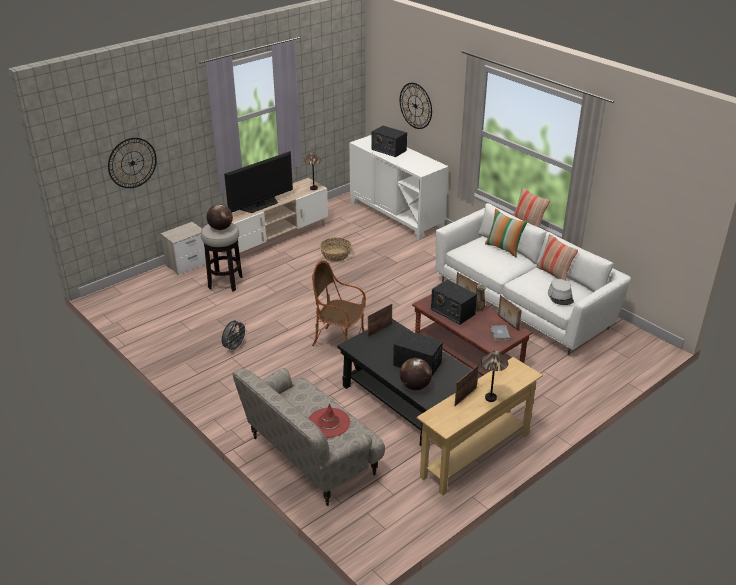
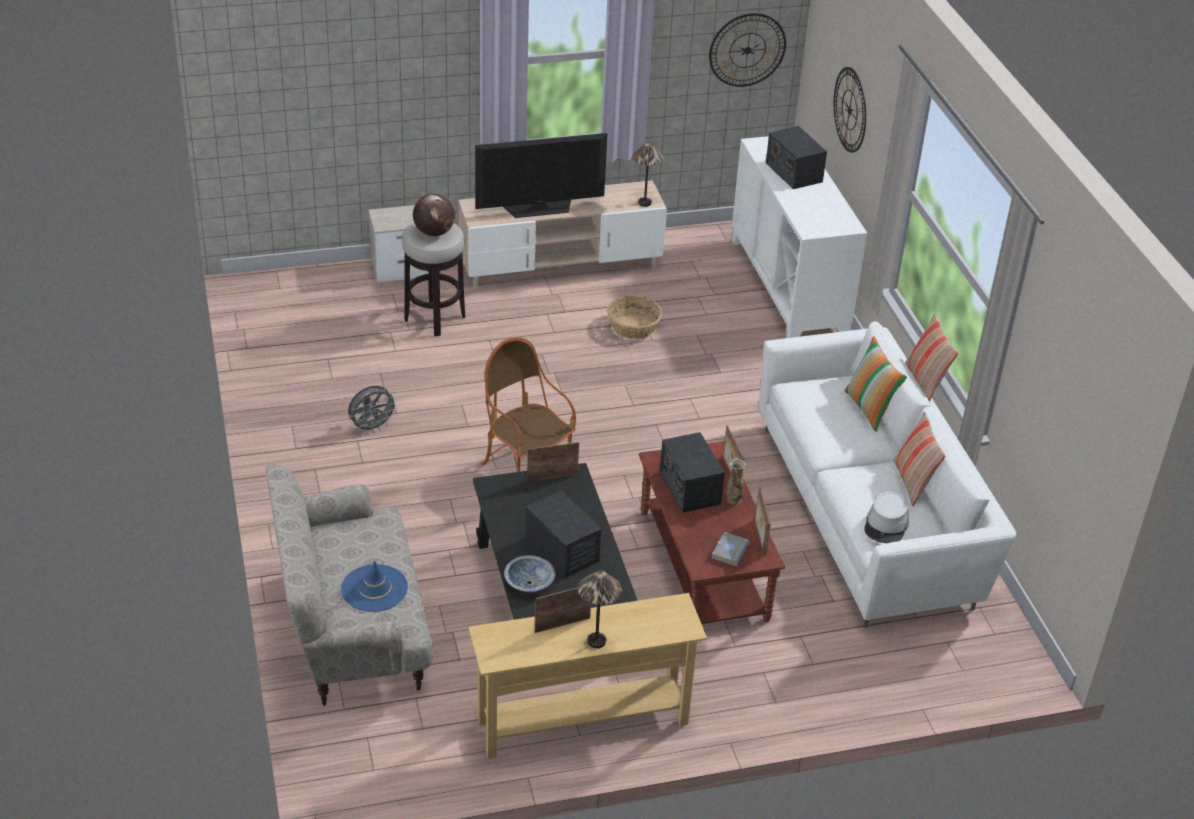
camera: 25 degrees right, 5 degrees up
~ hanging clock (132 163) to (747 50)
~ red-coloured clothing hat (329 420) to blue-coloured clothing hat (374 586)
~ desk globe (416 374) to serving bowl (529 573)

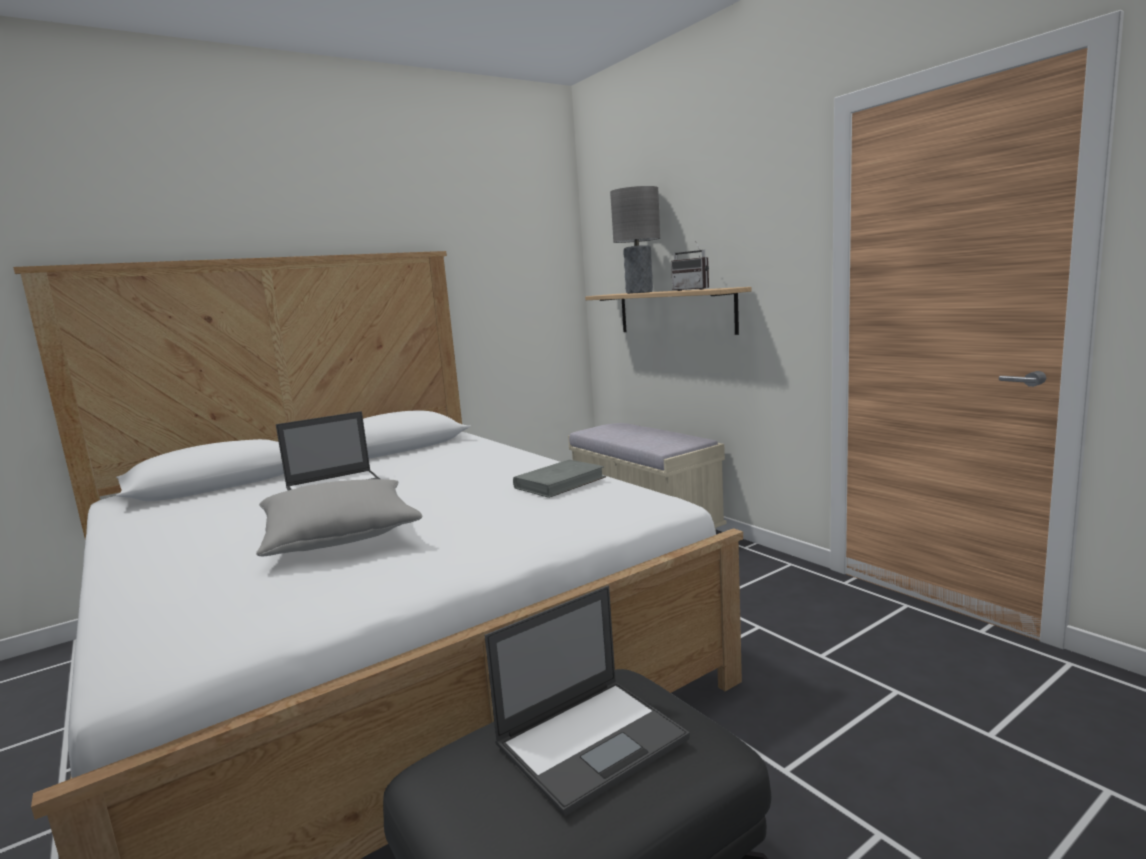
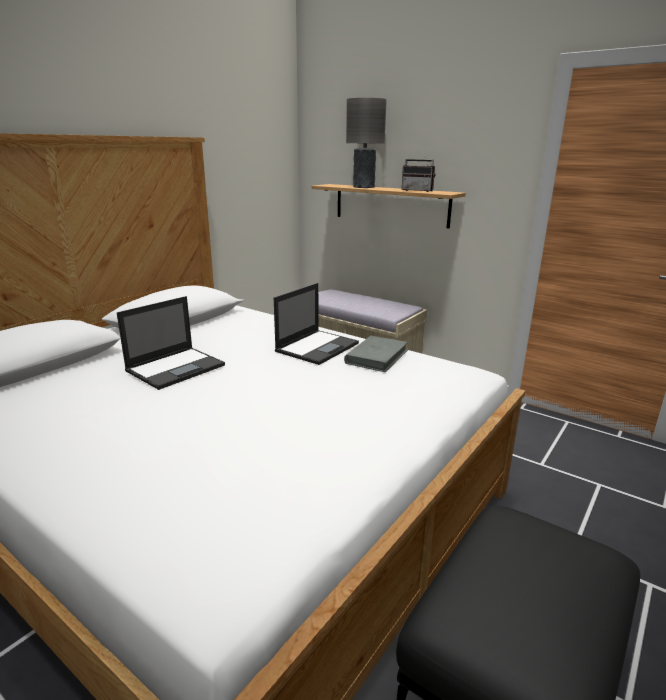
camera: 20 degrees left, 10 degrees up
- greyish throw pillow (339 517)
~ portable computer (587 701) to (316 324)

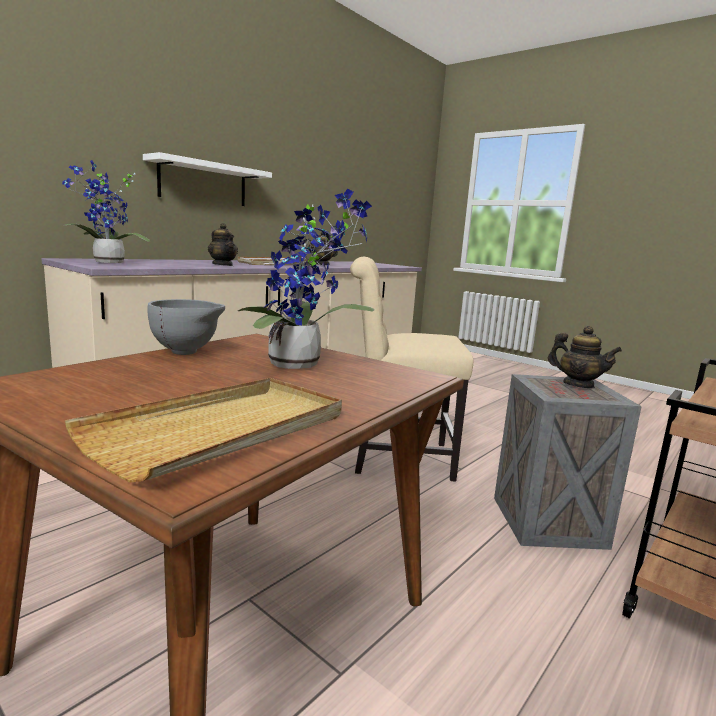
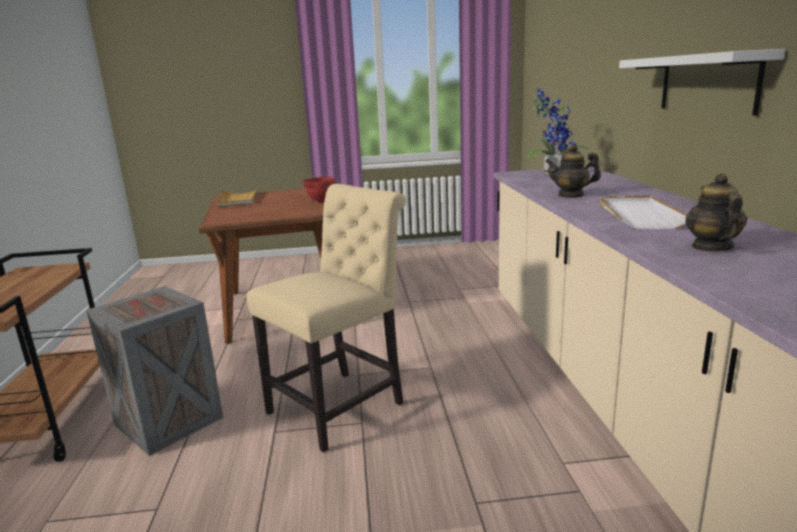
camera: 135 degrees right, 5 degrees up
~ greyish serving bowl (186 327) to red-coloured serving bowl (318 190)
- plant in a pot (306 279)
- teapot (585 357)

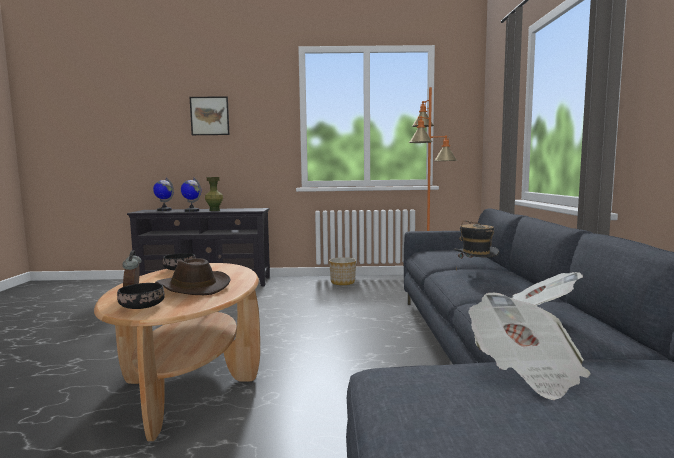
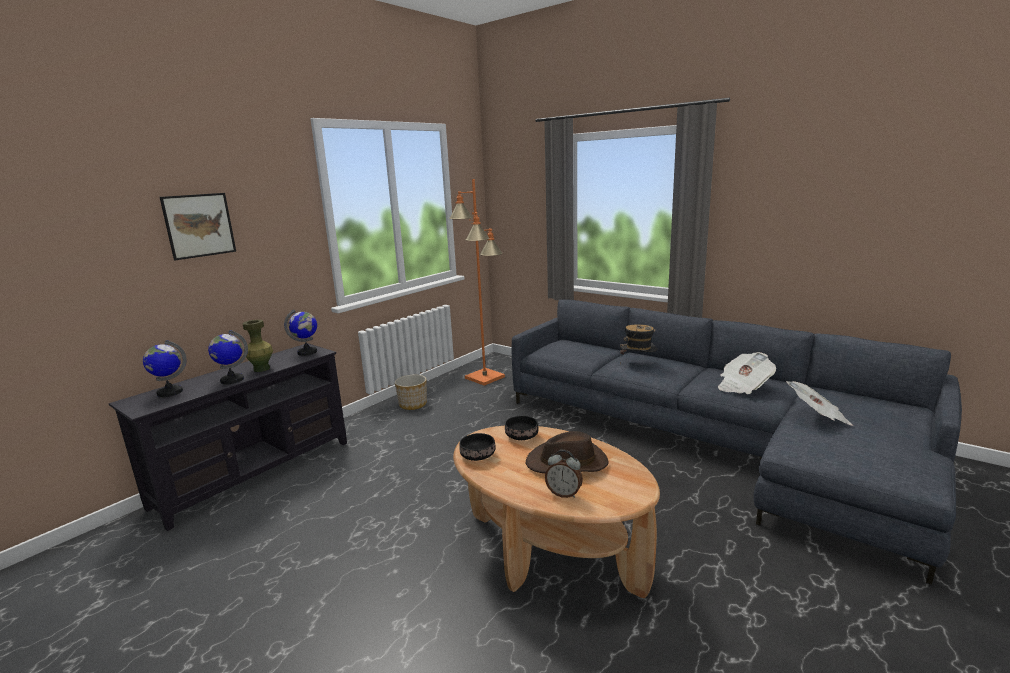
camera: 50 degrees left, 10 degrees up
~ black serving bowl (141 296) to (522 428)
+ desk globe (300 332)

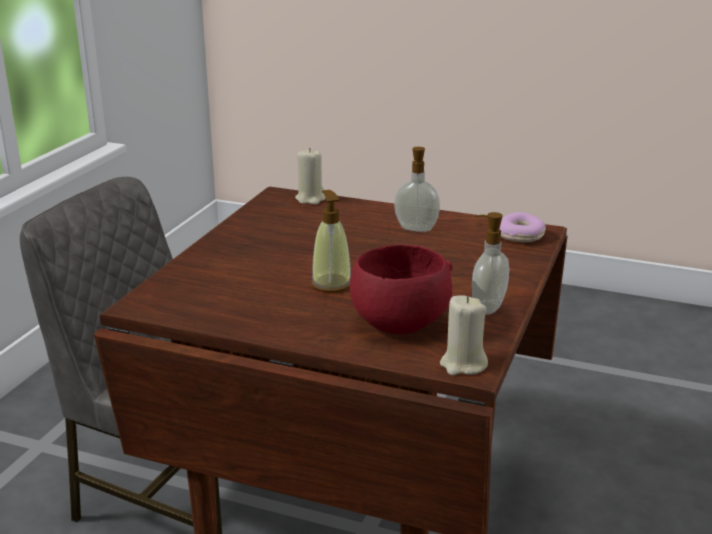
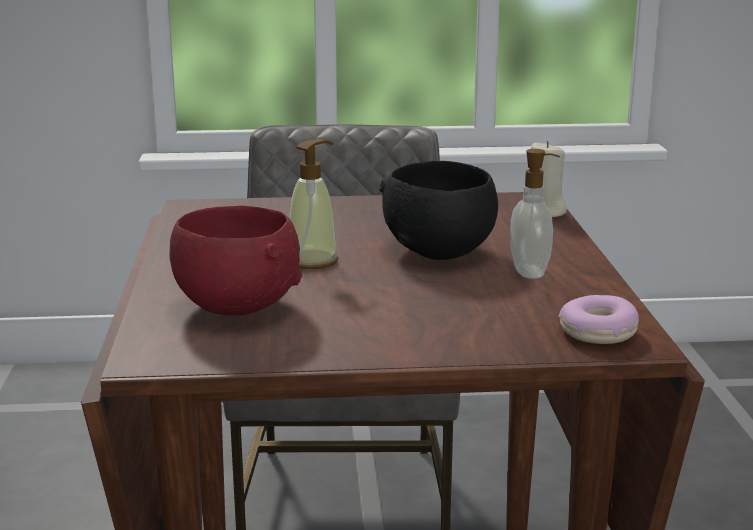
camera: 65 degrees right, 5 degrees down
- beige-coloured candle (464 335)
- soap dispenser (490 263)
+ black serving bowl (438 210)

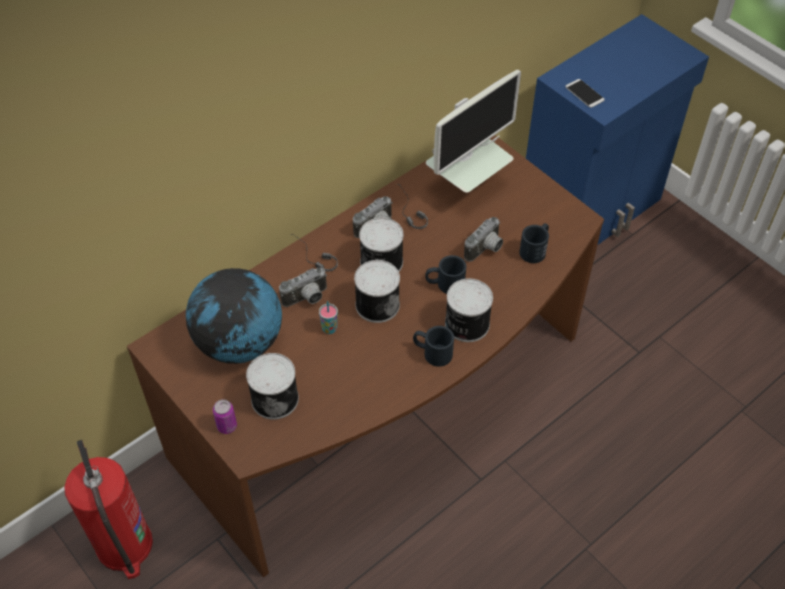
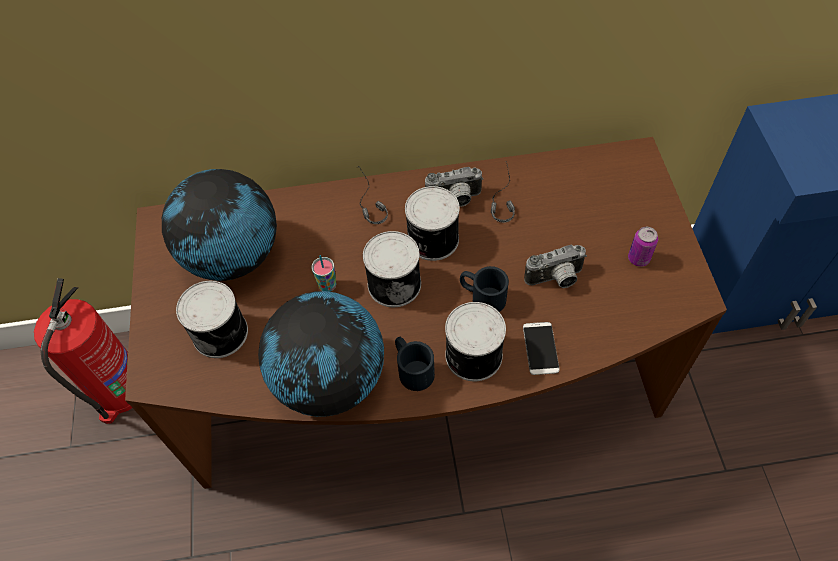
camera: 35 degrees right, 5 degrees up
~ can (225 416) to (643 247)
- photo camera (303 287)
- computer screen (473 131)
- black tea mug (534 243)
~ handset (585 93) to (541 348)
+ desk globe (321 354)

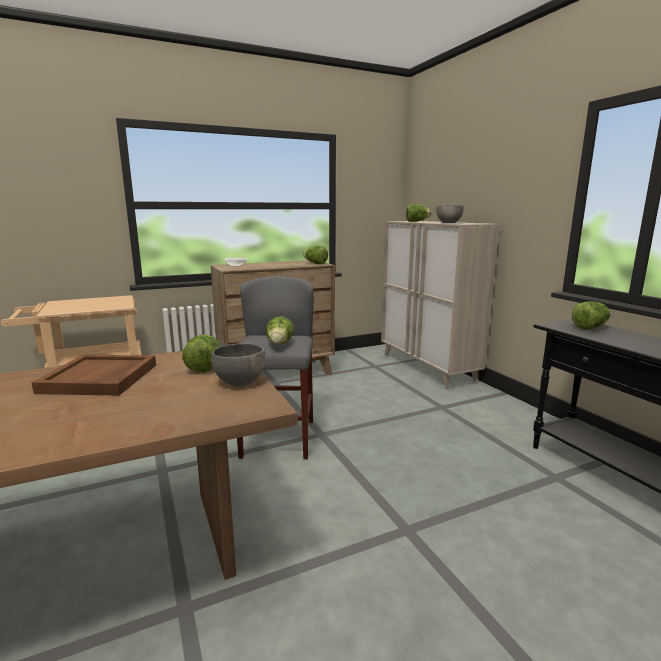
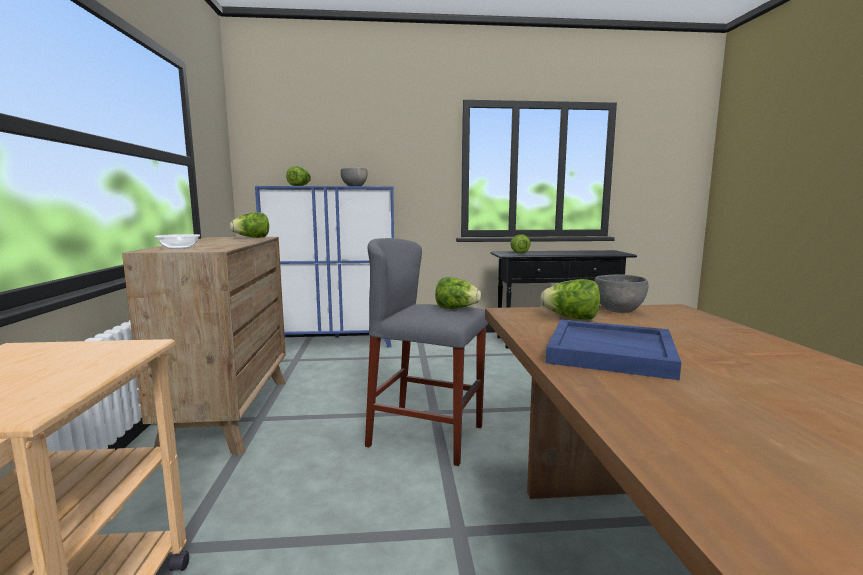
camera: 70 degrees left, 5 degrees down
~ brown tray (94 375) to blue-coloured tray (613 350)
~ beige-coloured cabinet (440 305) to blue-coloured cabinet (324 266)

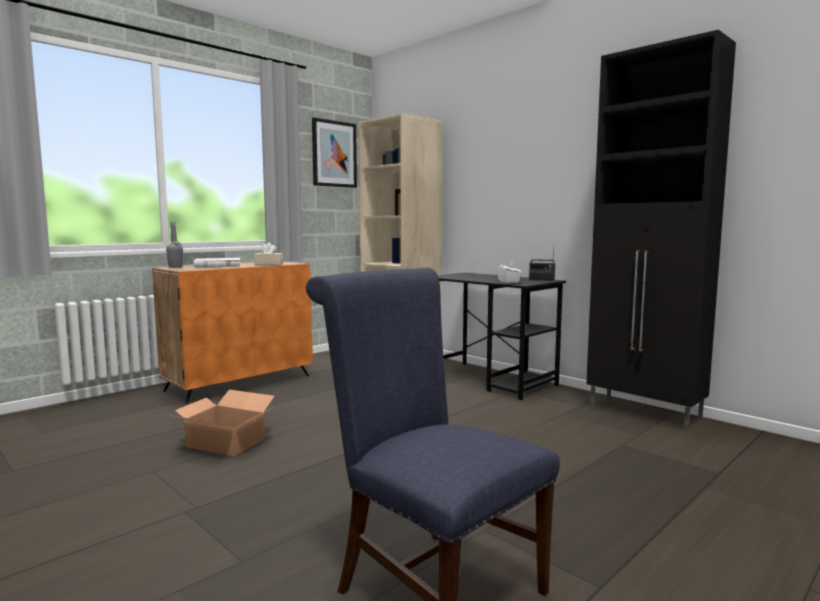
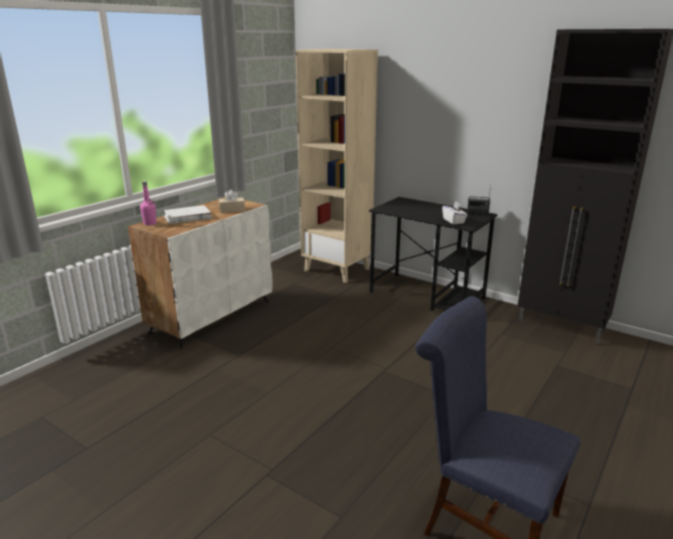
camera: 10 degrees left, 15 degrees up
~ orange cabinet (232 333) to white-coloured cabinet (200 273)
~ greyish bottle (174 245) to pink bottle (148 203)
- carton (221 422)
- picture (334 152)

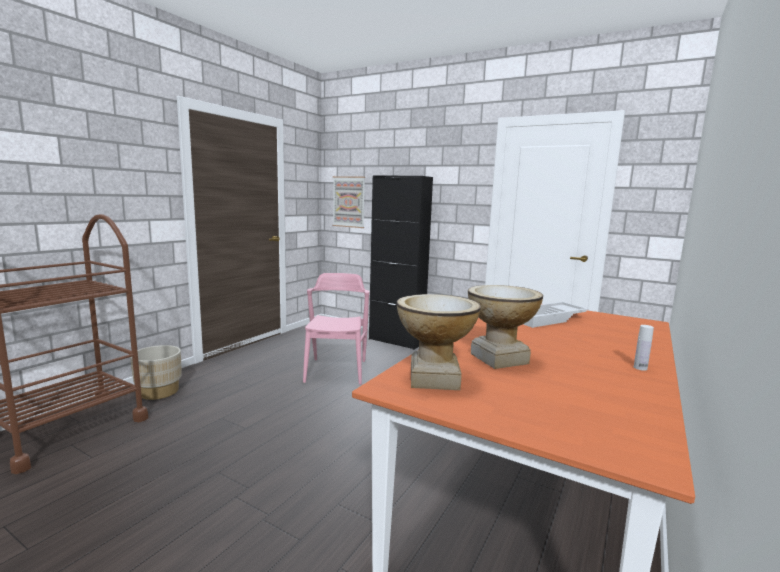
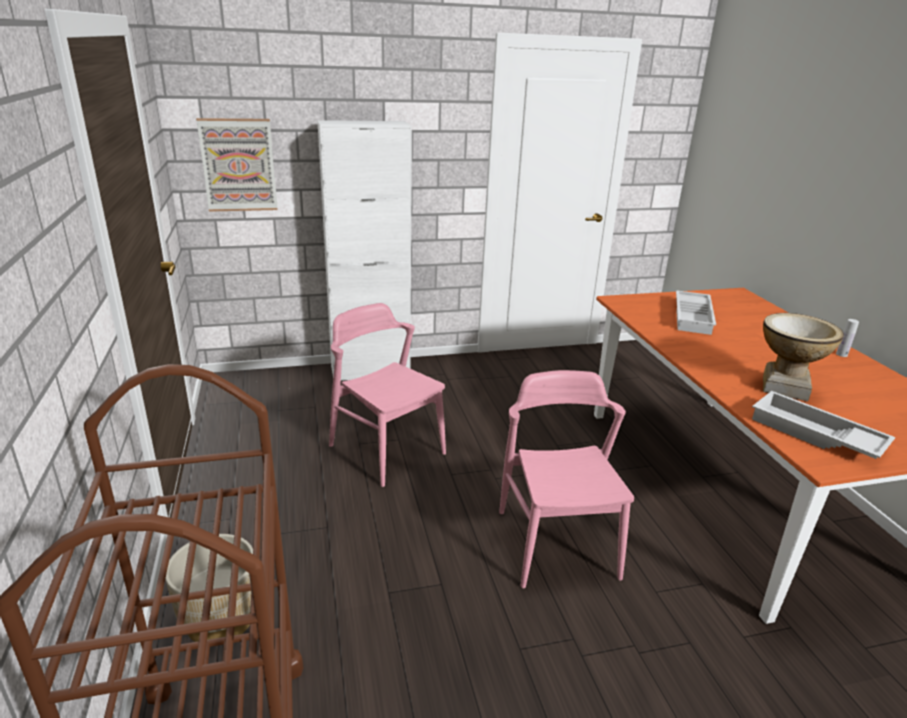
camera: 45 degrees left, 15 degrees up
~ black cabinet (401 262) to white-coloured cabinet (364 250)
~ vase (439 342) to white-coloured tray (823 425)
+ pink upright chair (566 479)

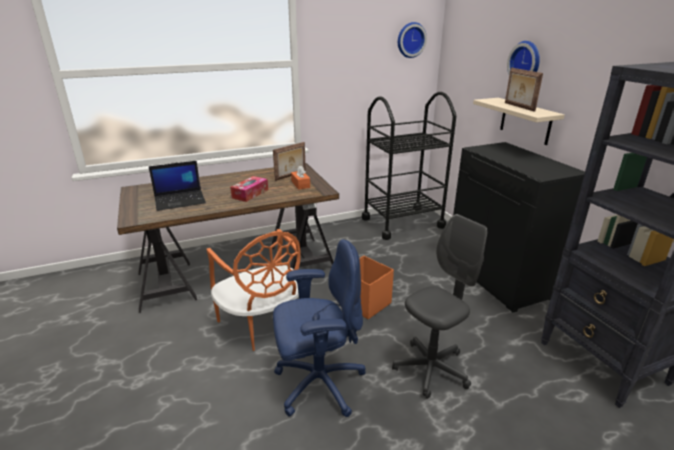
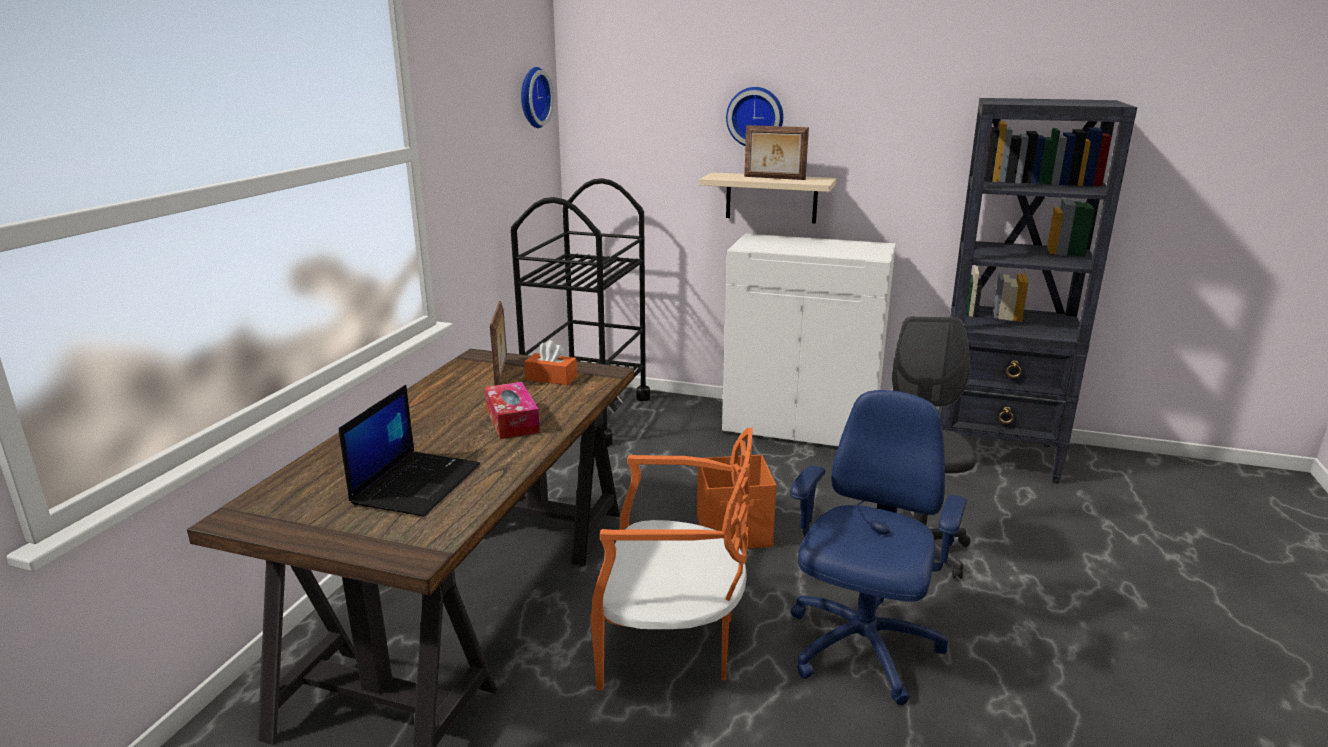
camera: 50 degrees left, 5 degrees down
~ black cabinet (519 227) to white-coloured cabinet (809 339)

